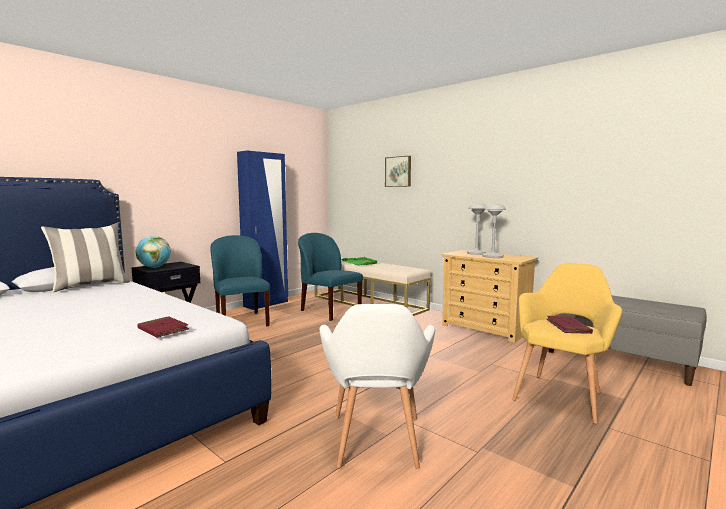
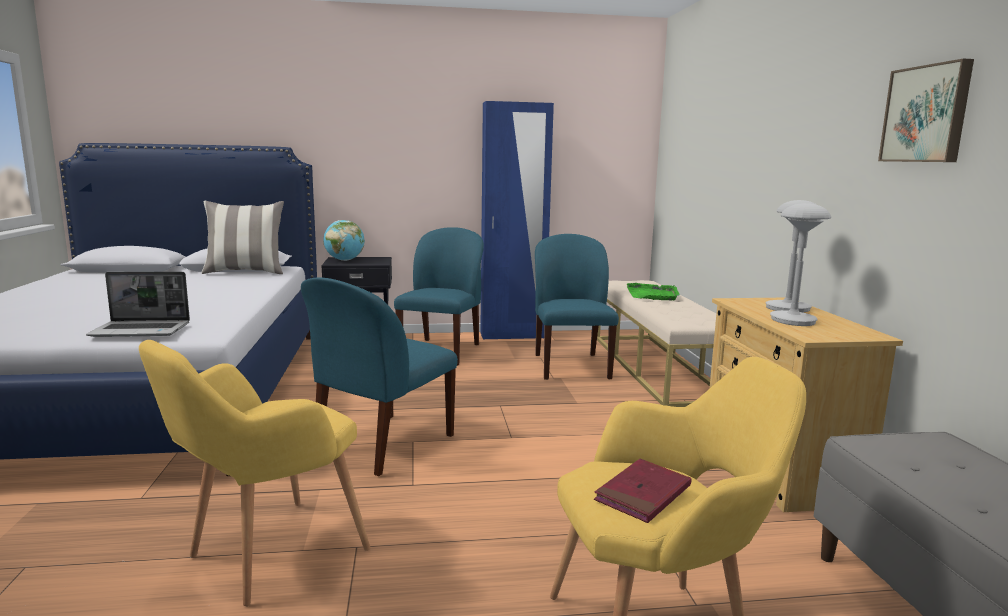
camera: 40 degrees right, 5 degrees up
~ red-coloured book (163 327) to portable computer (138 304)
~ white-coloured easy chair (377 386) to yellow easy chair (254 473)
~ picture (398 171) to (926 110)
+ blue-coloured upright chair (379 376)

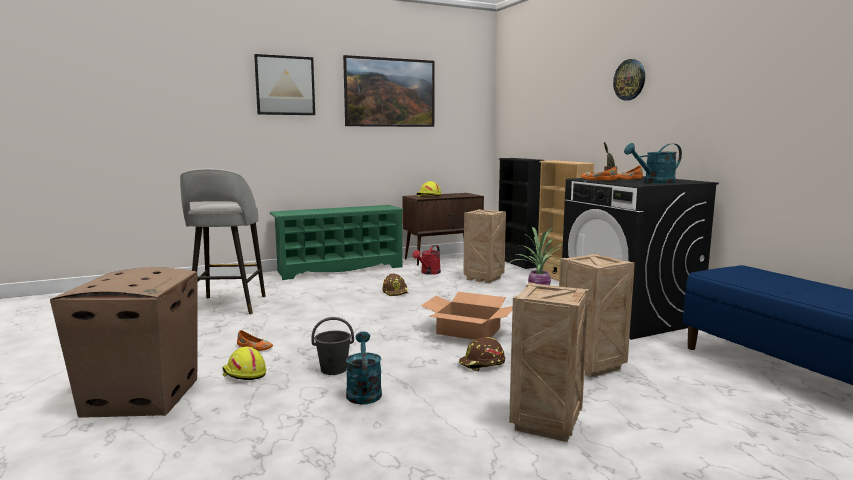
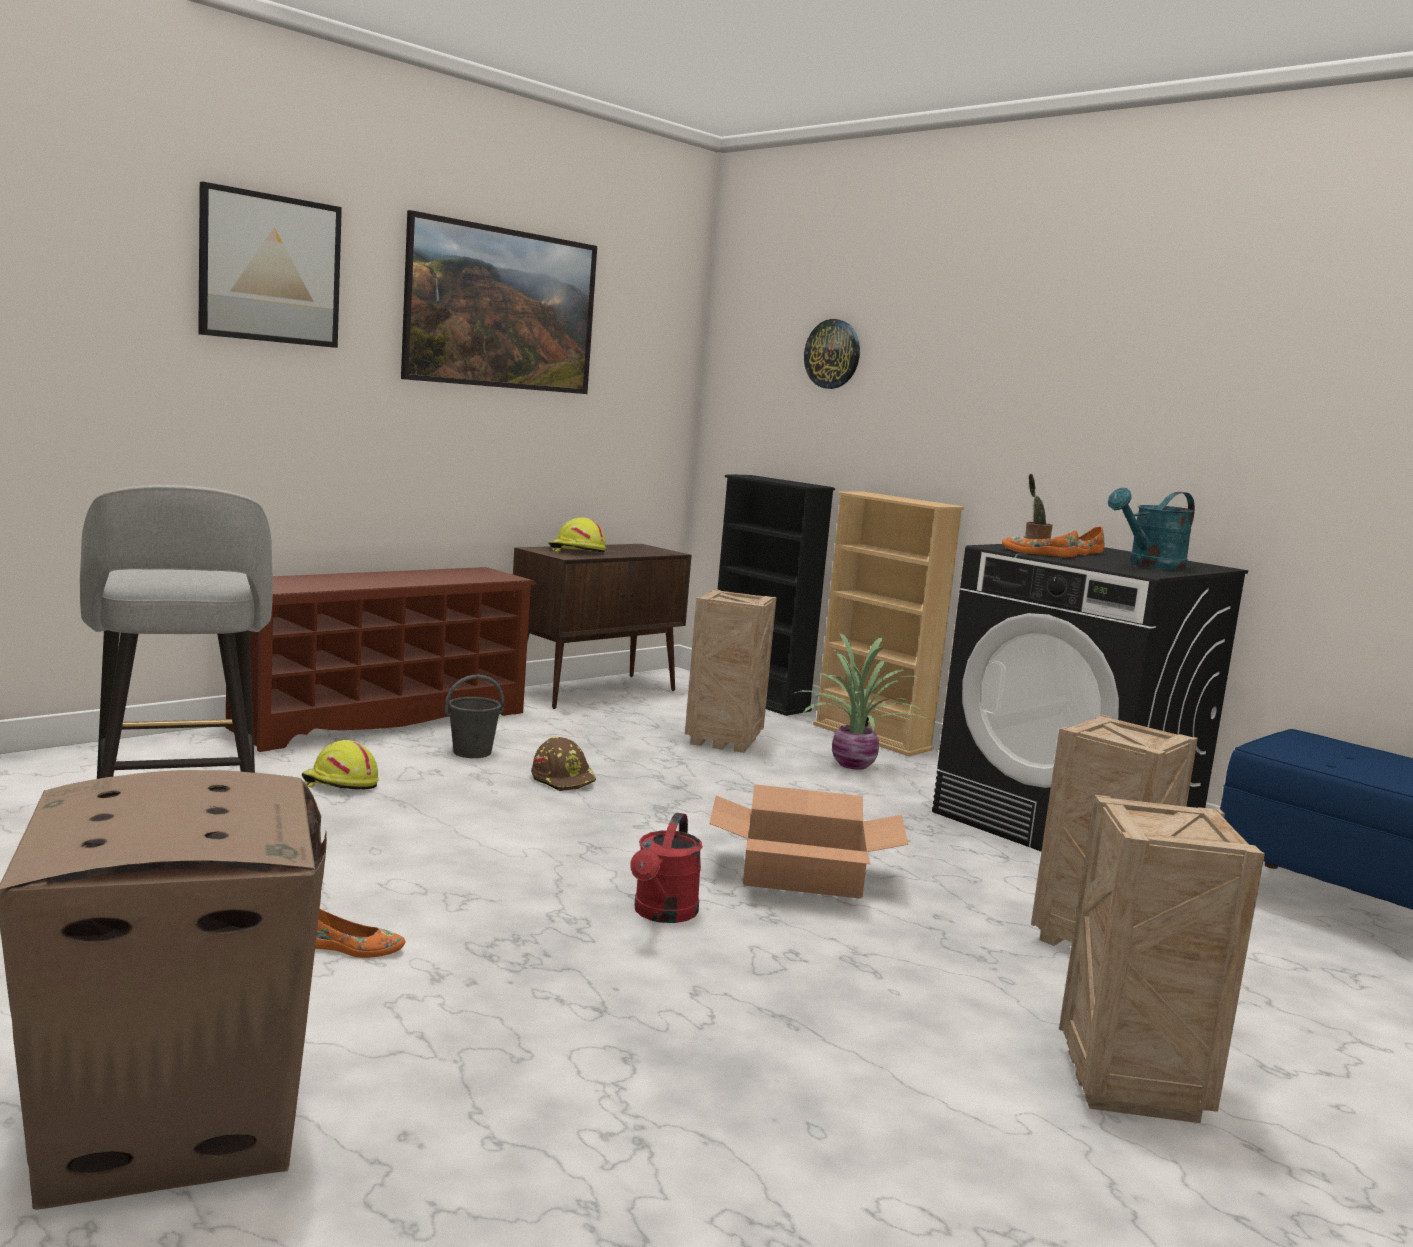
camera: 20 degrees left, 0 degrees up
~ yellow work helmet (244 363) to (340 765)
~ greenish shoe stand (337 242) to brown shoe stand (381 659)
~ greyish bucket (332 346) to (474 716)
- turquoise-coloured watering can (364 368)
~ red-coloured watering can (426 260) to (666 868)
- brown work helmet (482 354)
~ hanging clock (629 80) to (832 354)

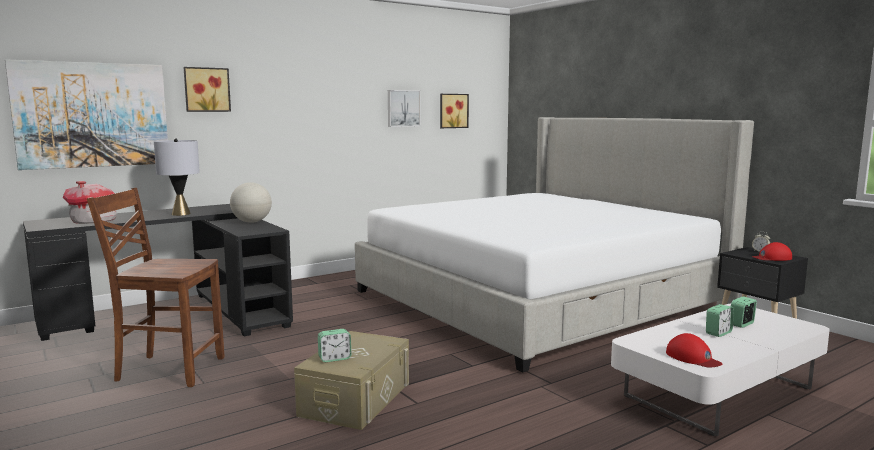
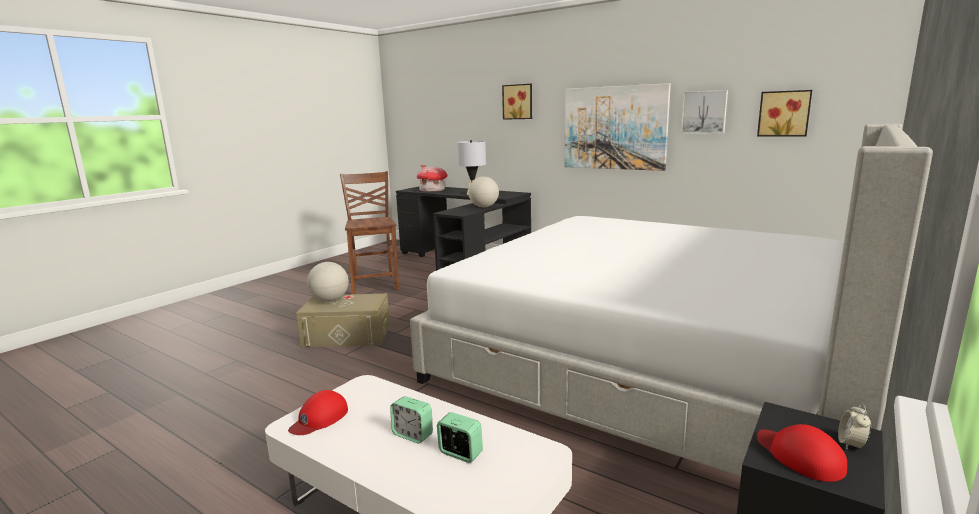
camera: 70 degrees right, 5 degrees up
~ picture (86 115) to (618 127)
~ alarm clock (334 345) to desk globe (328 282)

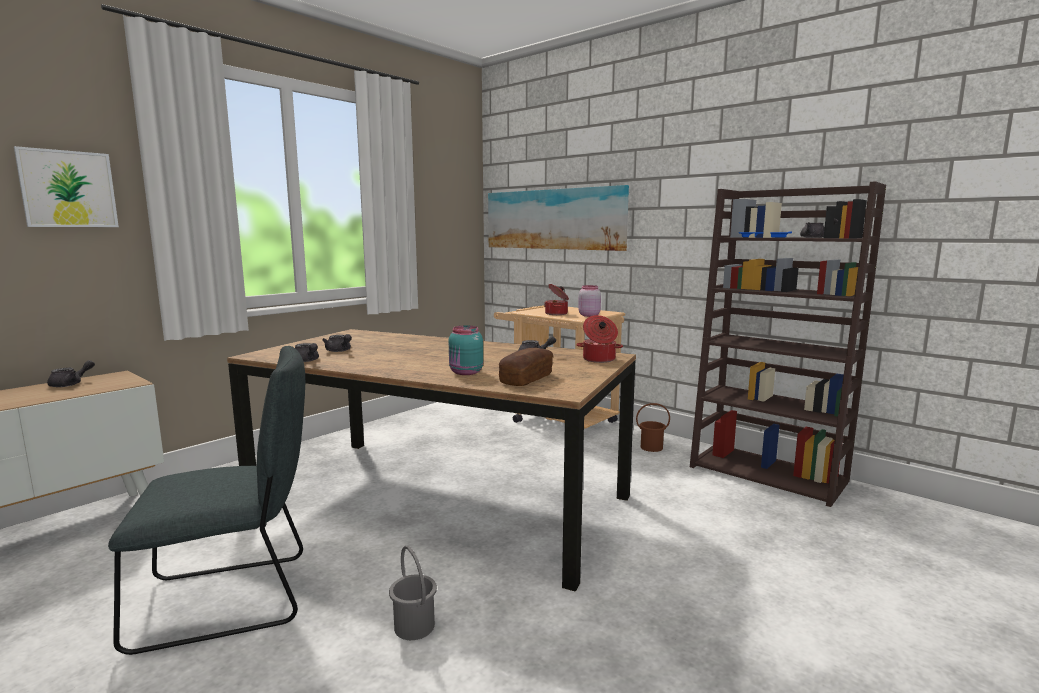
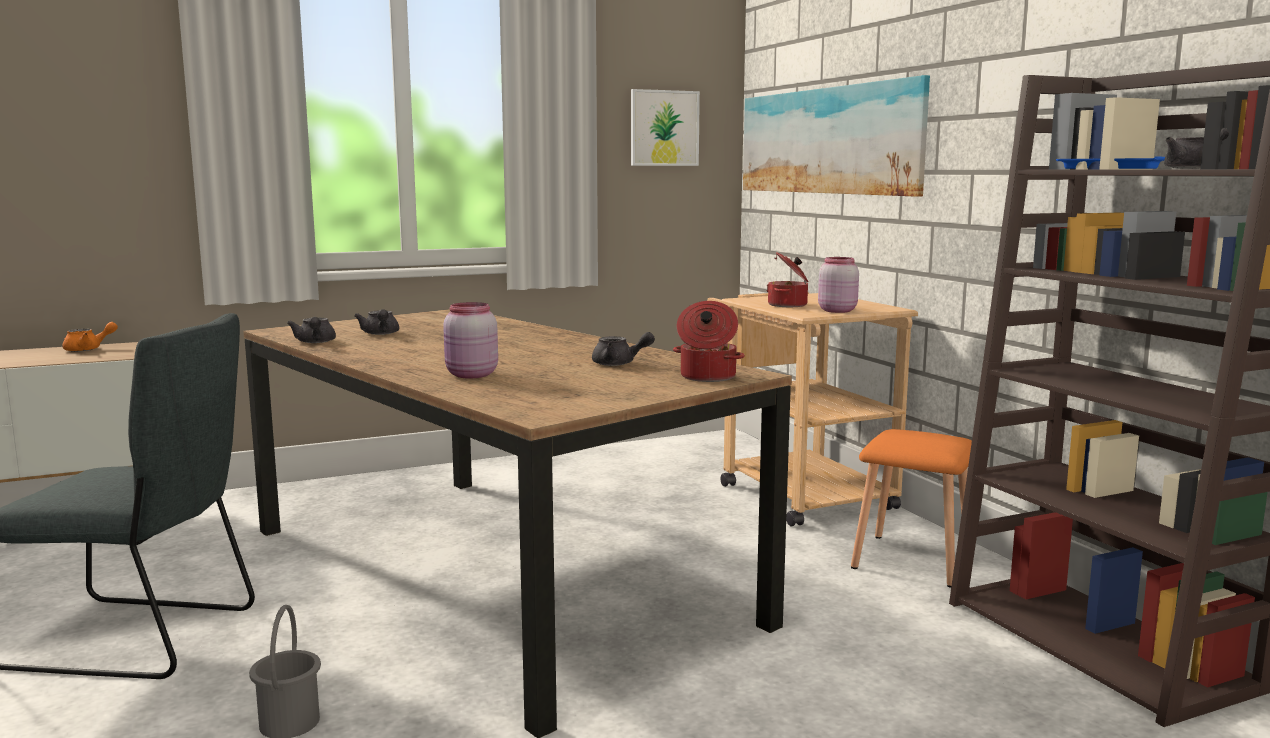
camera: 25 degrees right, 0 degrees up
~ picture (66 186) to (665 127)
~ greyish teapot (71 373) to orange teapot (90 337)
~ turquoise-coloured jar (466 350) to pink jar (470 340)
- baked bread (526 367)
~ brown bucket (653 427) to orange sitting stool (911 508)

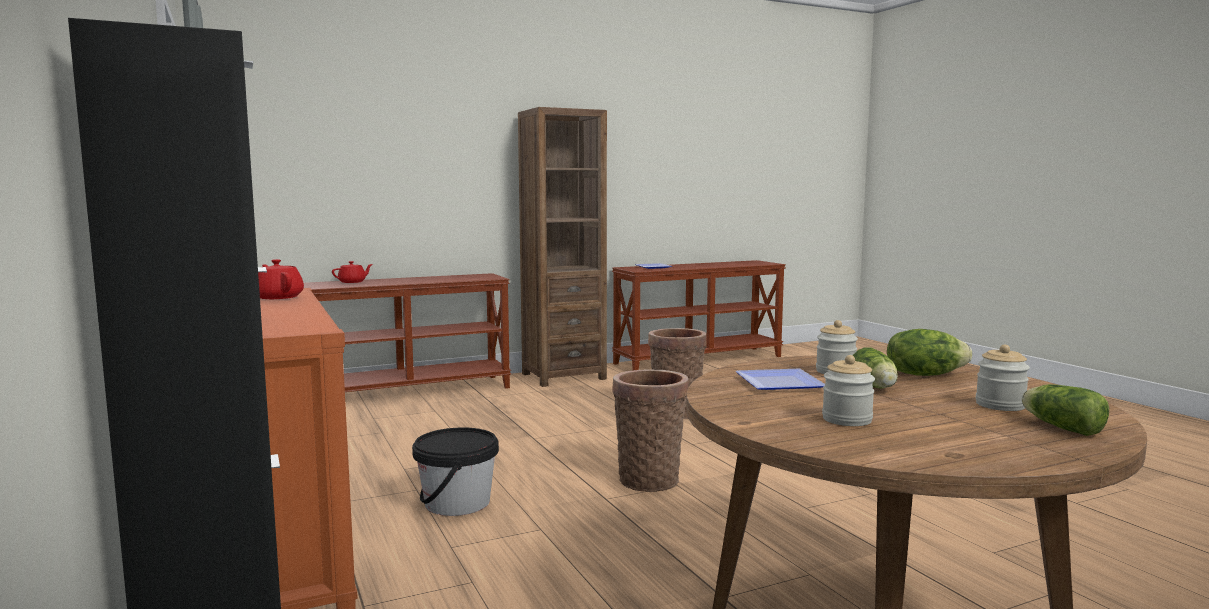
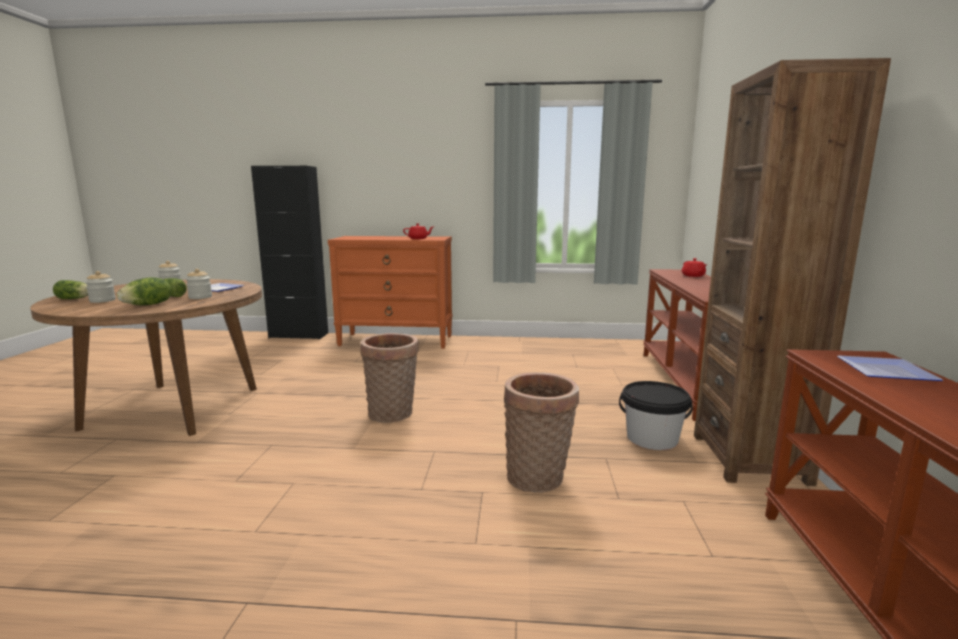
camera: 120 degrees right, 5 degrees up
~ black bucket (455 471) to (656 415)

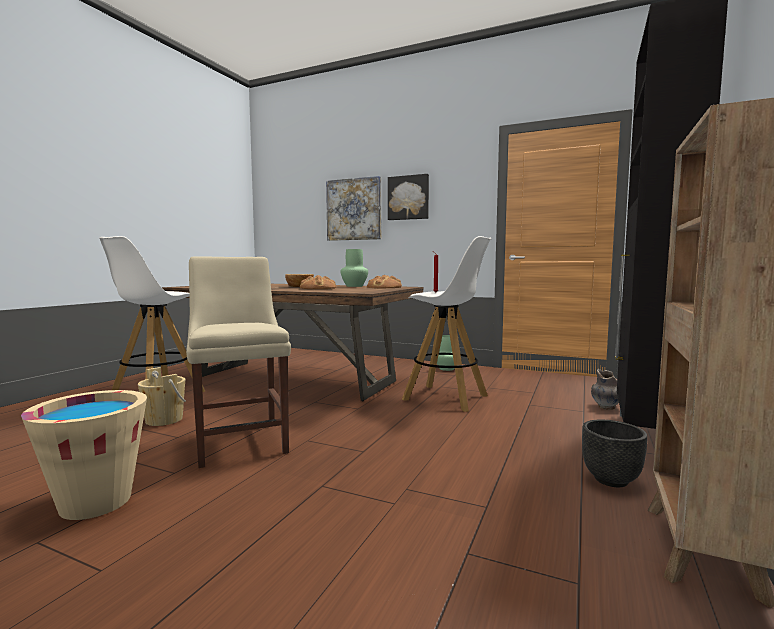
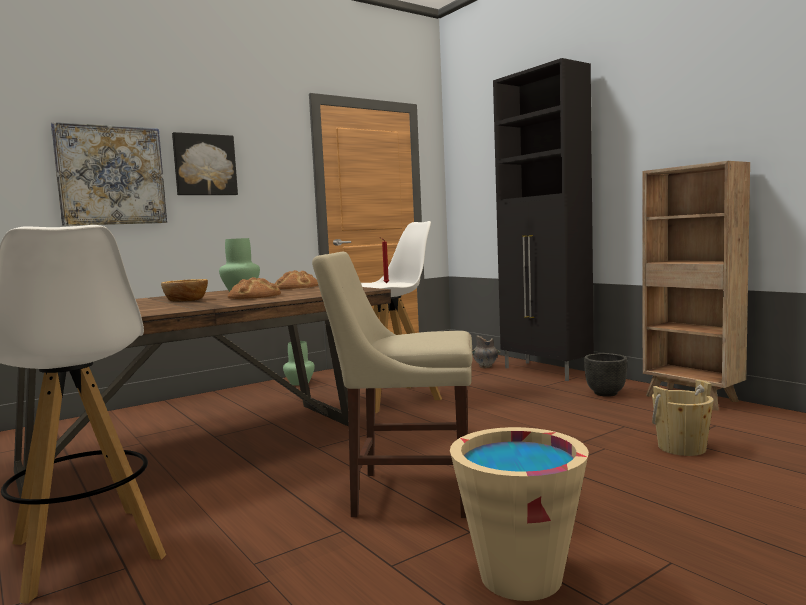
camera: 60 degrees left, 0 degrees up
~ beige-coloured bucket (162 396) to (683 418)

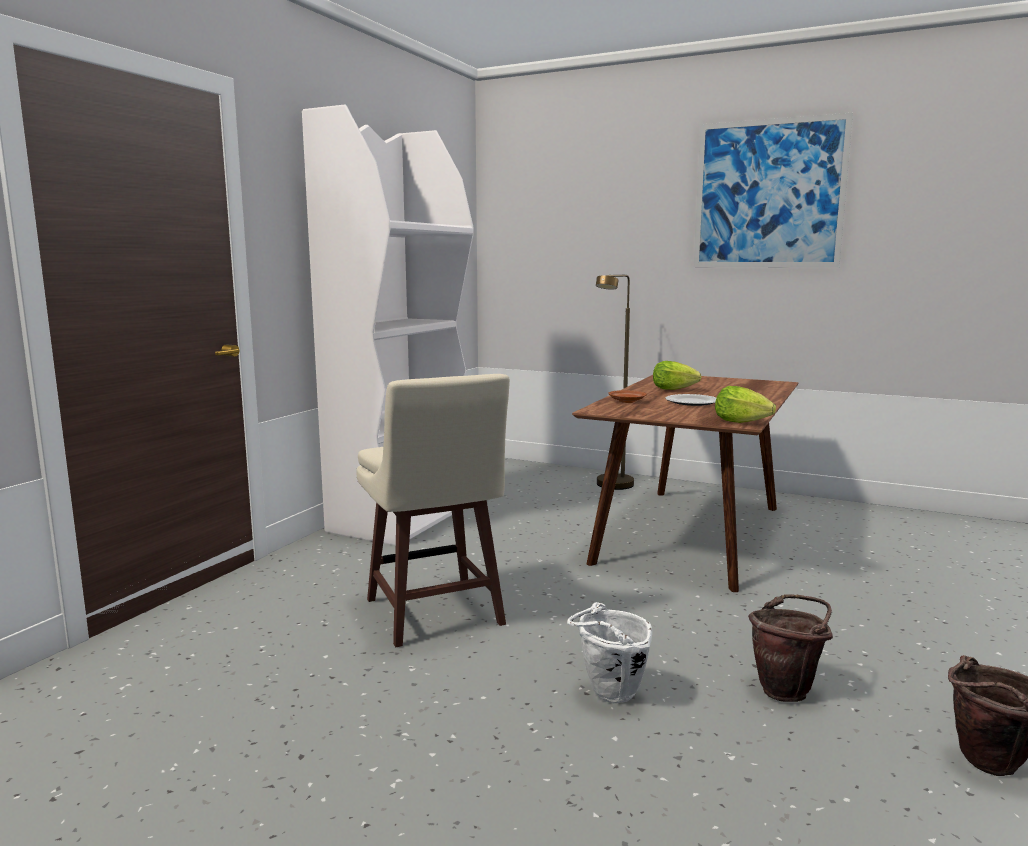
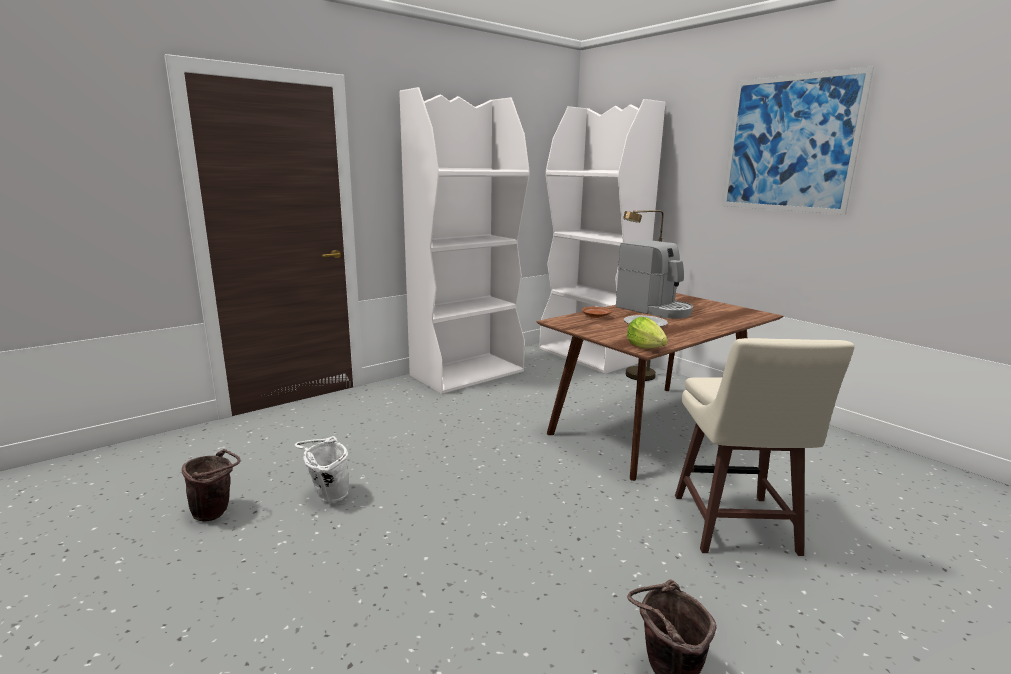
camera: 25 degrees right, 5 degrees up
~ beige-coloured sitting stool (433 510) to (765 447)
~ white-coloured bucket (609 652) to (322 469)
~ lettuce head (677 375) to coffee brewer (654 279)
~ brown bucket (790 648) to (211 485)
+ white-coloured bookcase (602 236)

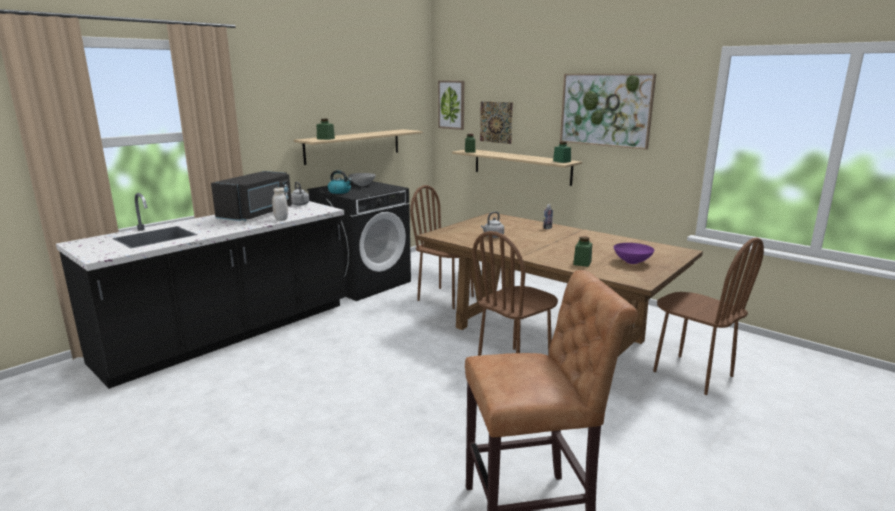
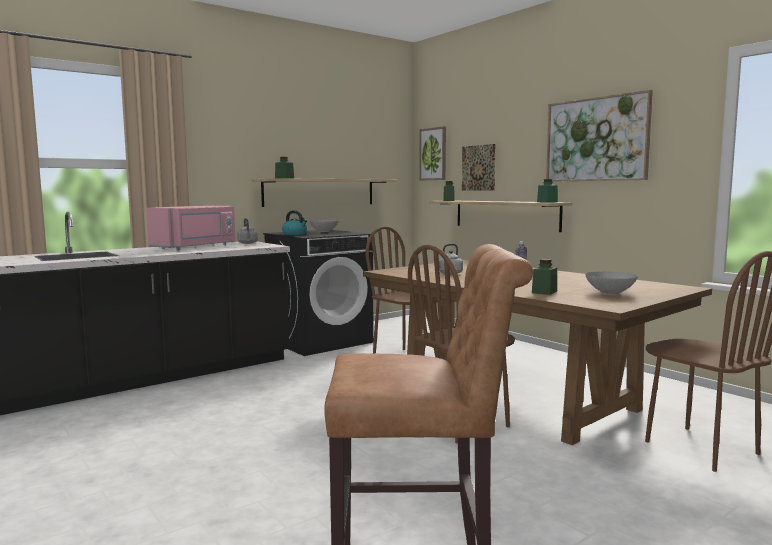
camera: 10 degrees right, 10 degrees down
~ black microwave oven (251 196) to pink microwave oven (191 228)
- white-coloured jar (280 204)
~ purple-coloured serving bowl (634 253) to greyish serving bowl (611 283)

